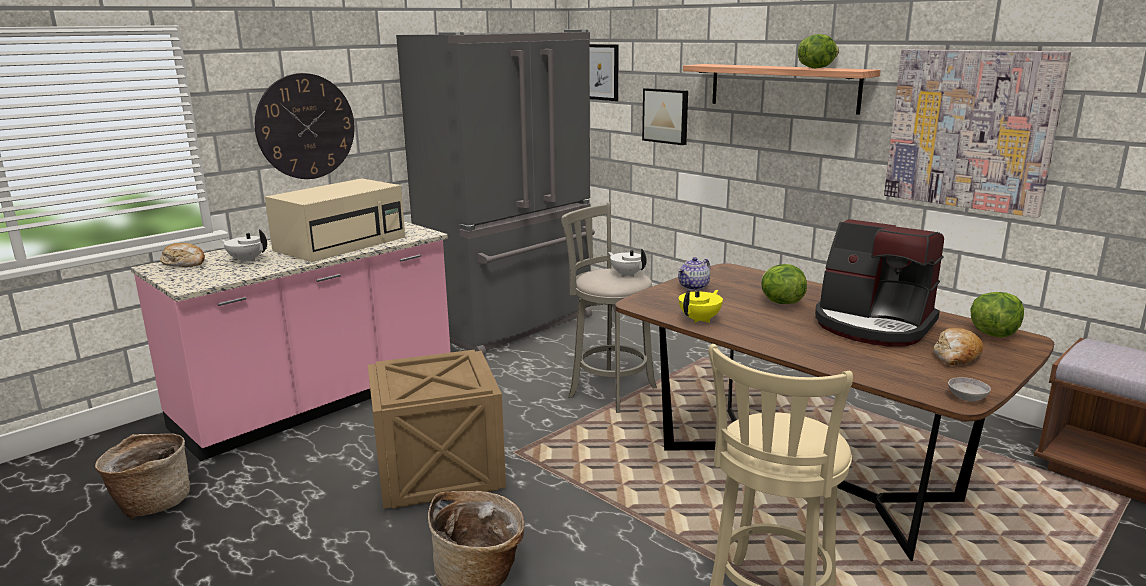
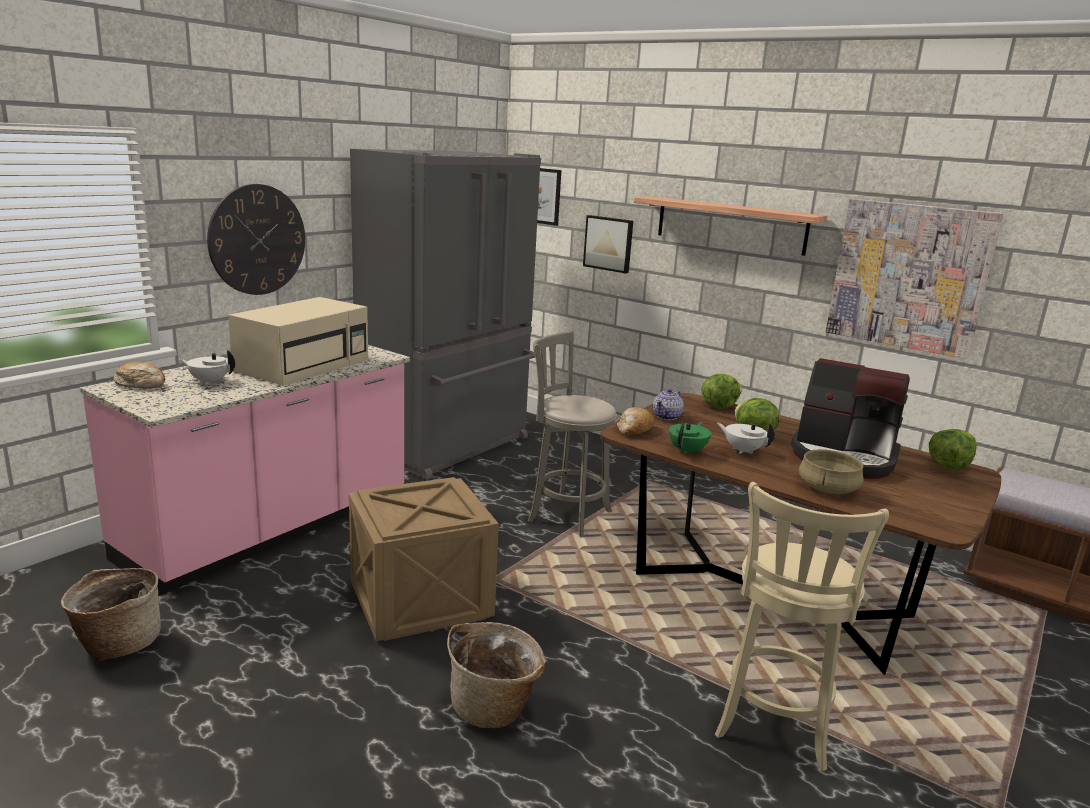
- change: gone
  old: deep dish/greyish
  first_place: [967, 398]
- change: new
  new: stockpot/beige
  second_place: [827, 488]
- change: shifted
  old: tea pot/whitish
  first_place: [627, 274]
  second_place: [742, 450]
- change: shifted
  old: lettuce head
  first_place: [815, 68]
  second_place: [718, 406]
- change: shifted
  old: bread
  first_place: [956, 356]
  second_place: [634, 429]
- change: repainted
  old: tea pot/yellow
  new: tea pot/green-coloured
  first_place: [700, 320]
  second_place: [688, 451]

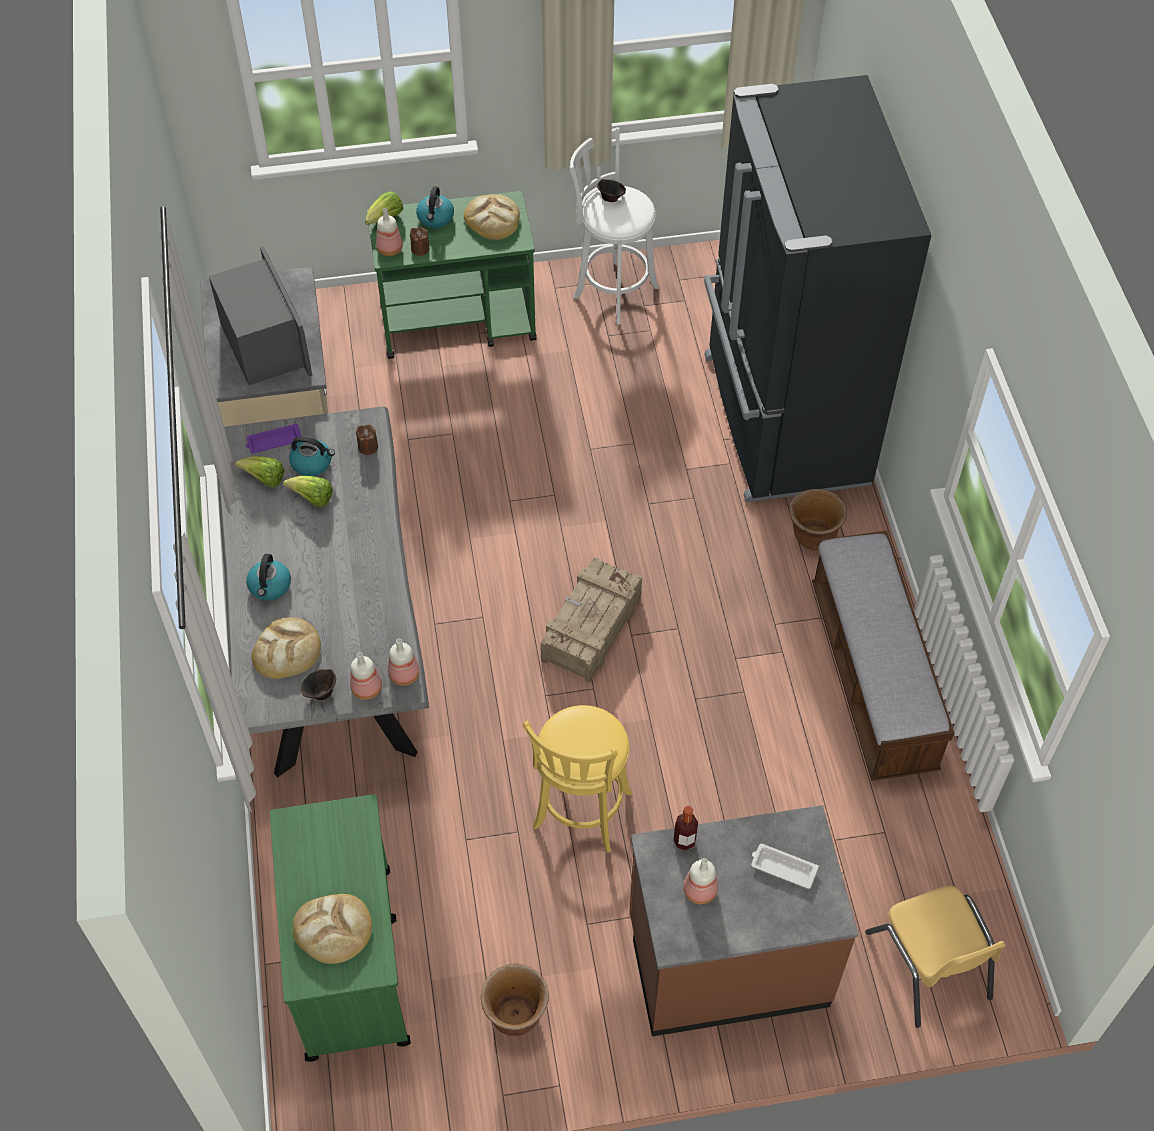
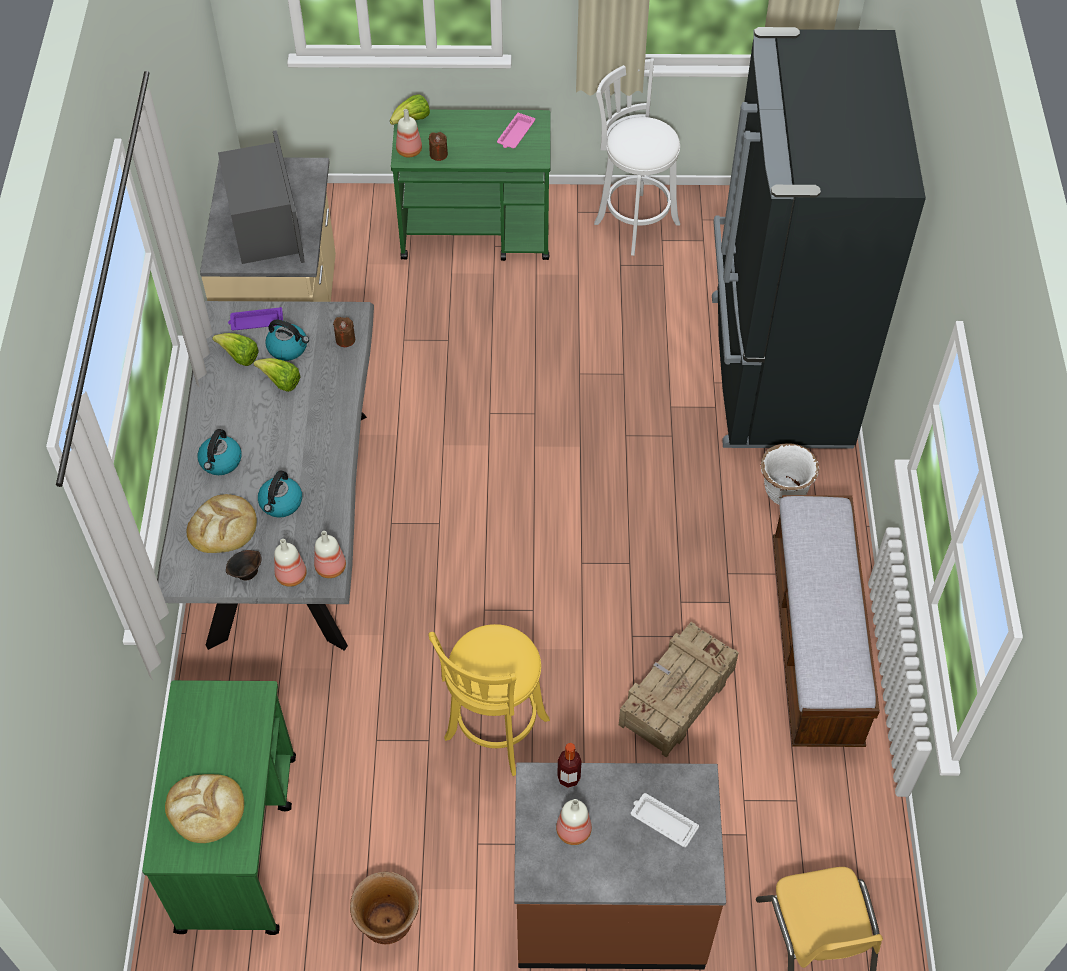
- change: gone
  old: deep dish/brown-coloured
  first_place: [610, 197]
- change: shifted
  old: tea kettle
  first_place: [435, 218]
  second_place: [281, 503]
- change: shifted
  old: crate
  first_place: [590, 628]
  second_place: [676, 697]
- change: swapped
  old: bread
  new: serving tray/pinkish
  first_place: [492, 219]
  second_place: [515, 134]
- change: repainted
  old: plant pot/brown-coloured
  new: plant pot/whitish
  first_place: [813, 538]
  second_place: [784, 493]

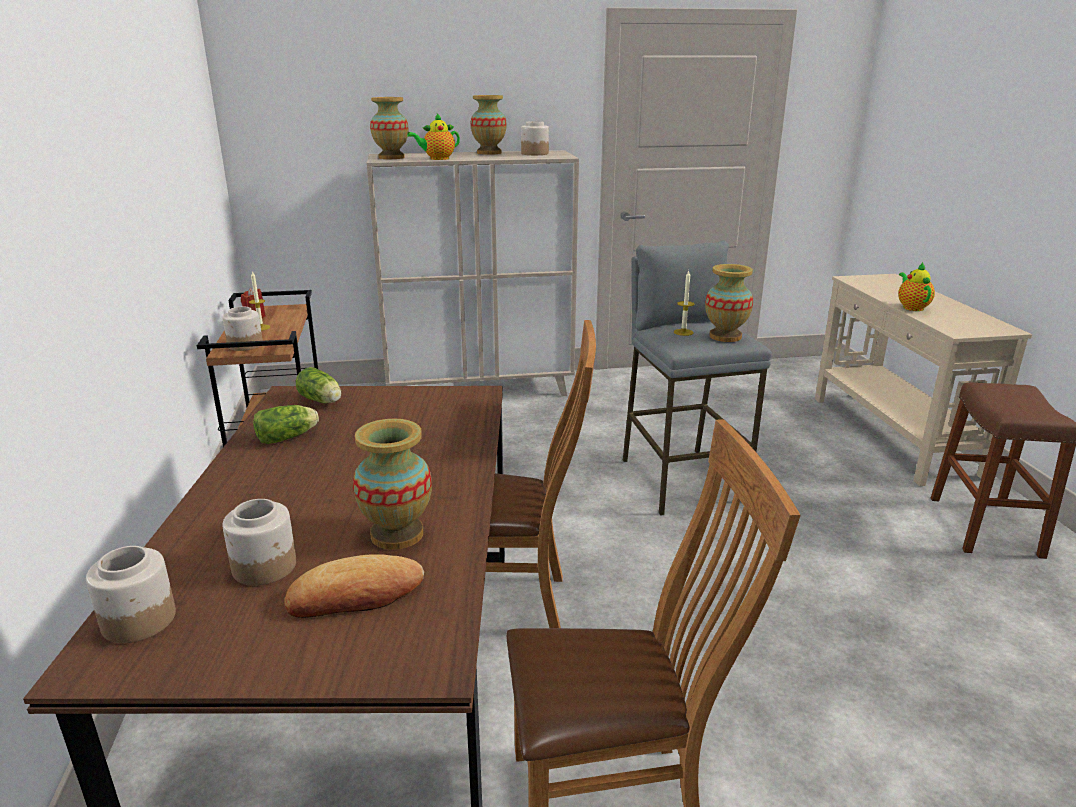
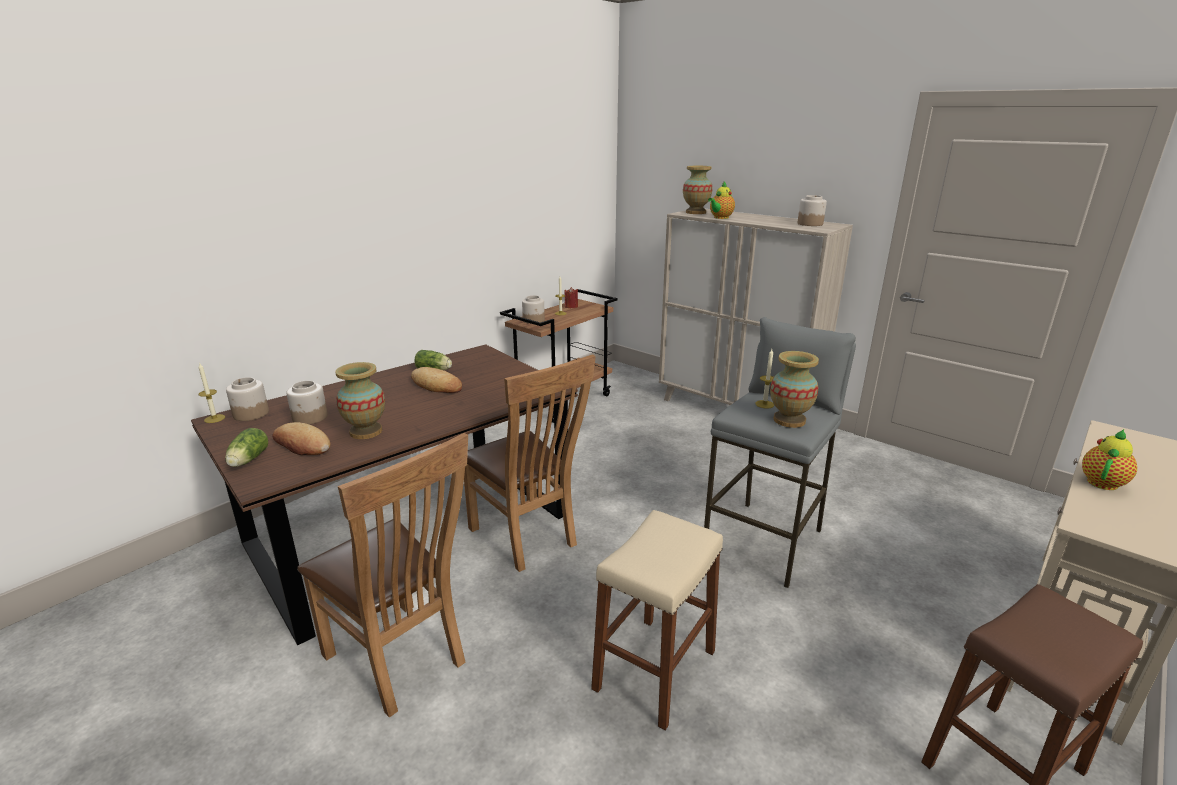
- change: gone
  old: decorative vase
  first_place: [489, 153]
- change: new
  new: wax candle
  second_place: [214, 418]
- change: new
  new: bread
  second_place: [436, 385]
- change: new
  new: stool seat/beige
  second_place: [655, 670]
- change: shifted
  old: lettuce head
  first_place: [322, 401]
  second_place: [247, 460]
- change: rotated
  old: tea pot
  first_place: [437, 159]
  second_place: [720, 218]
  degrees: -75

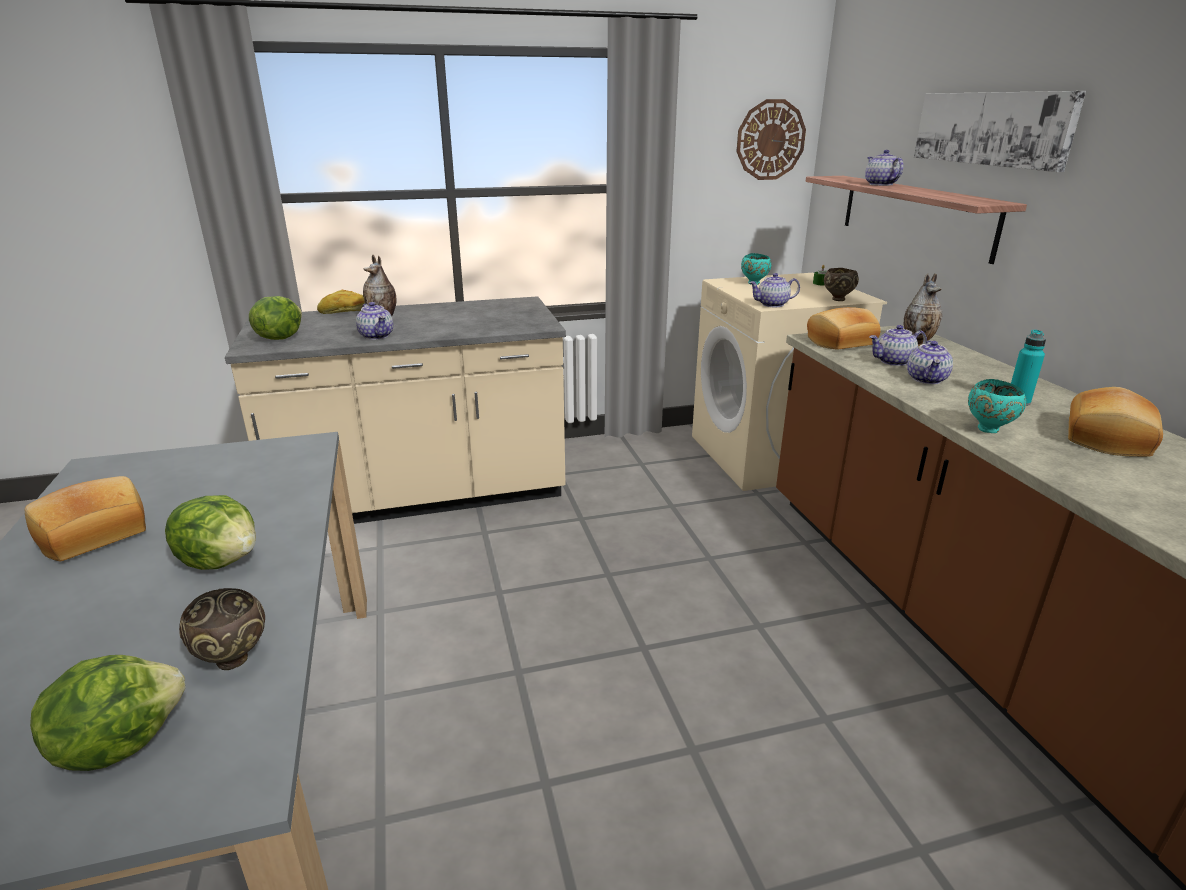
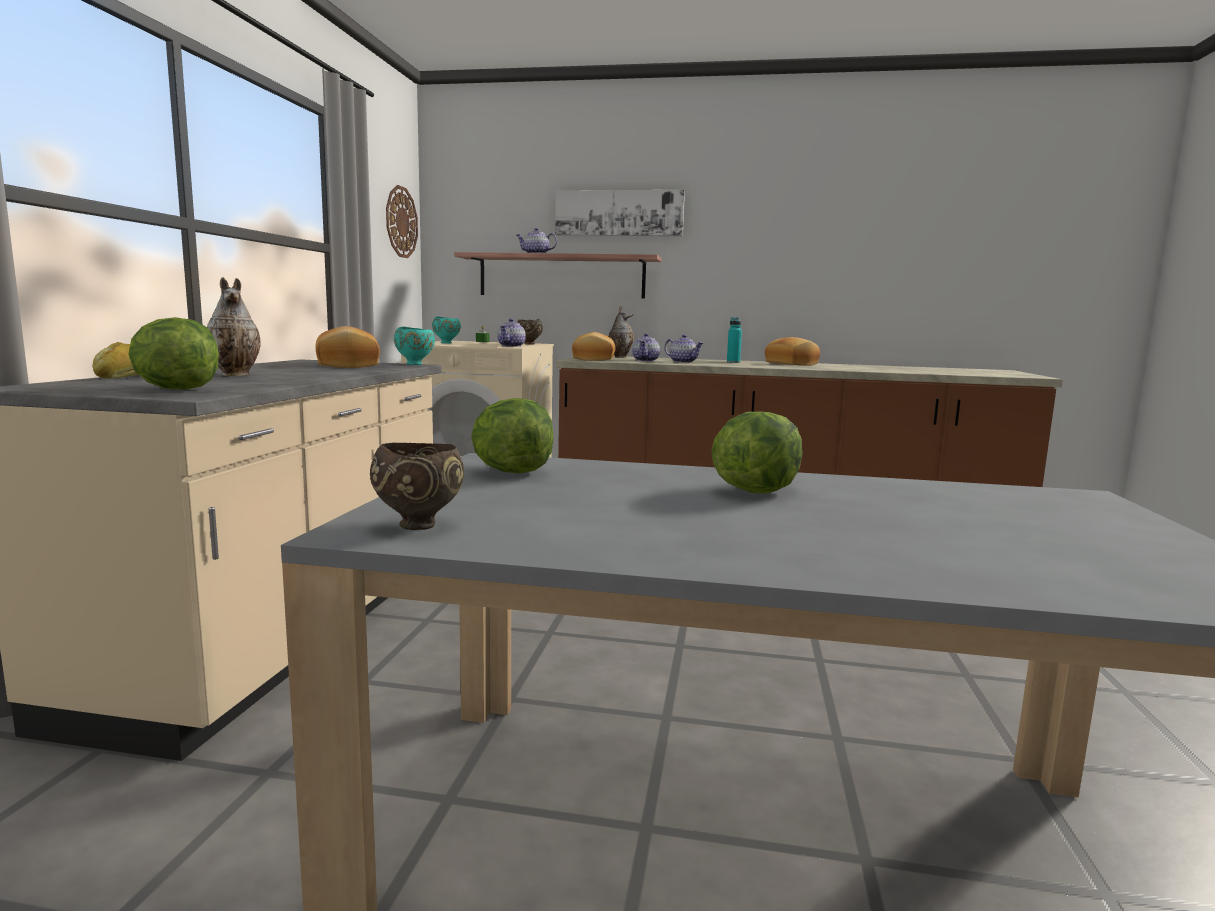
- change: gone
  old: tea pot
  first_place: [377, 336]
- change: shifted
  old: bread
  first_place: [93, 533]
  second_place: [345, 365]
- change: shifted
  old: lettuce head
  first_place: [120, 742]
  second_place: [512, 471]
- change: shifted
  old: deep dish/brown-coloured
  first_place: [234, 660]
  second_place: [420, 525]
- change: shifted
  old: deep dish/turquoise
  first_place: [989, 430]
  second_place: [415, 364]

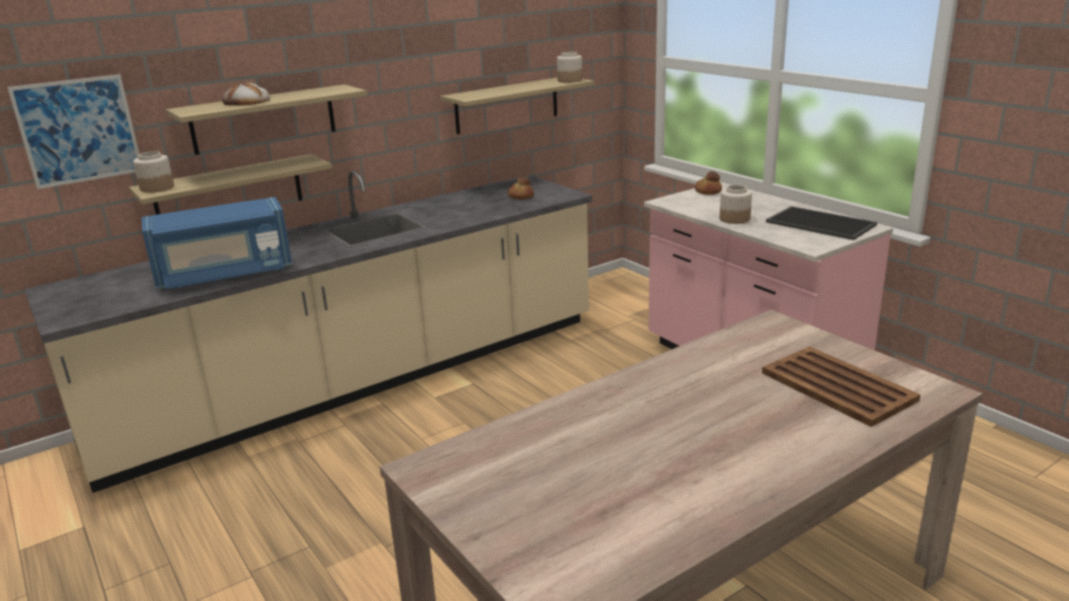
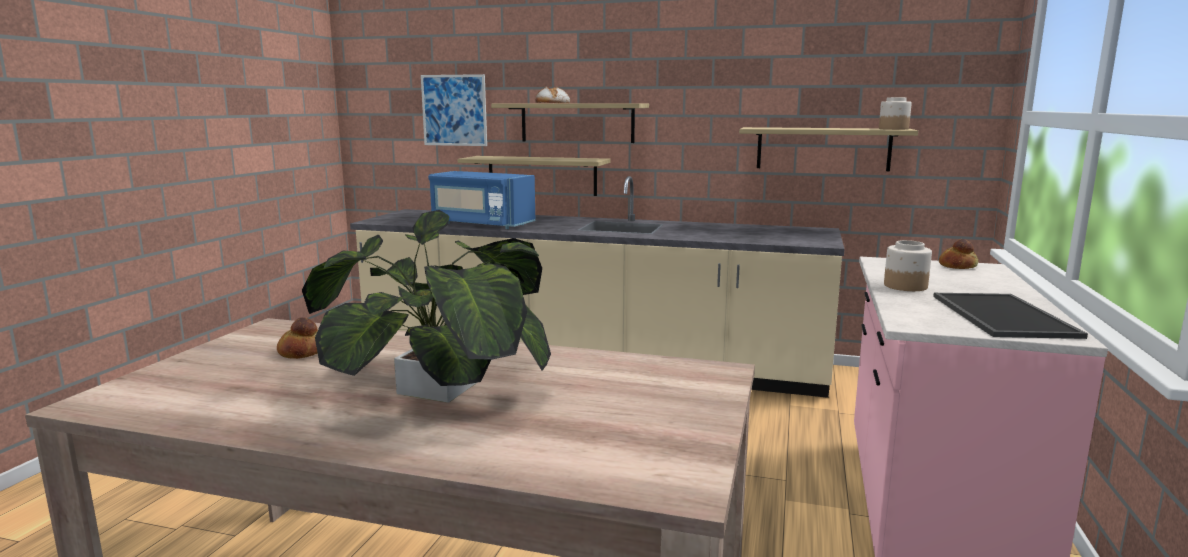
- change: gone
  old: preserve jar
  first_place: [156, 188]
- change: gone
  old: serving tray/brown-coloured
  first_place: [838, 387]
- change: new
  new: houseplant
  second_place: [438, 387]
- change: shifted
  old: bread
  first_place: [520, 196]
  second_place: [302, 352]

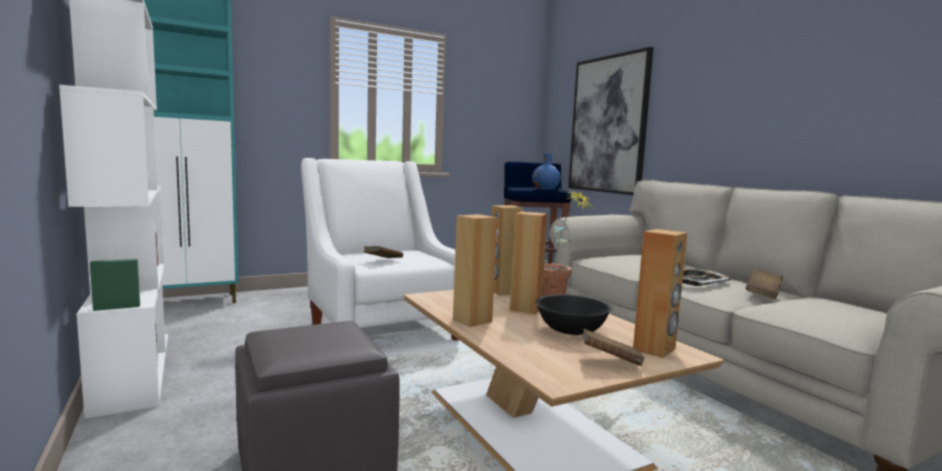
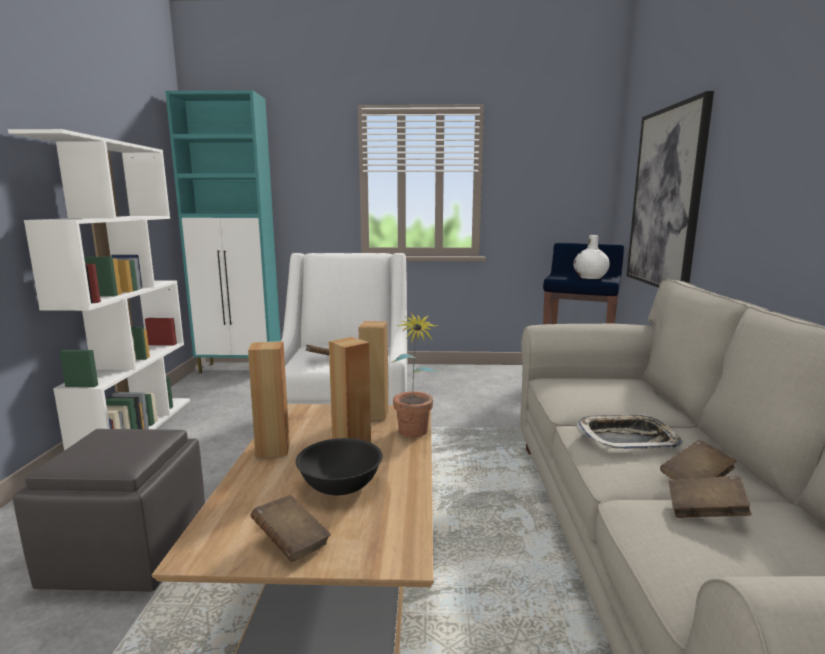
- change: gone
  old: speaker/brown-coloured
  first_place: [655, 349]
- change: new
  new: book/brown-coloured
  second_place: [705, 512]
- change: repainted
  old: decorative vase/blue
  new: decorative vase/whitish
  first_place: [545, 189]
  second_place: [590, 277]

